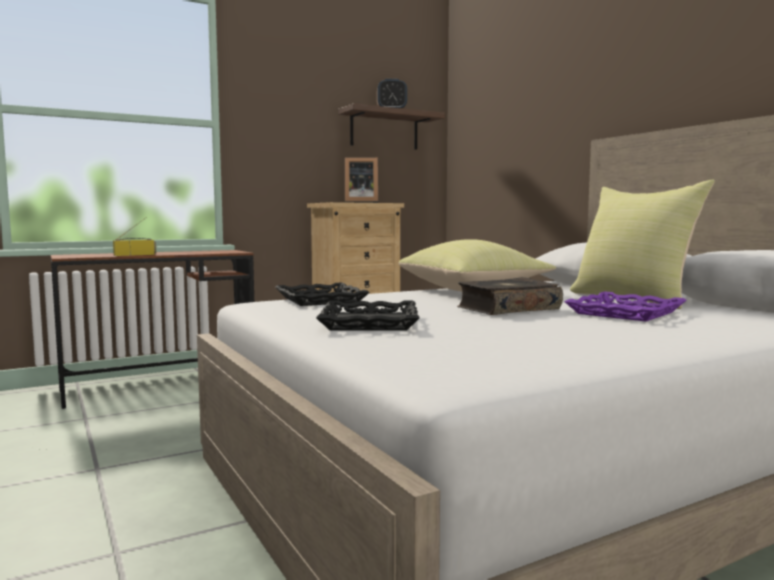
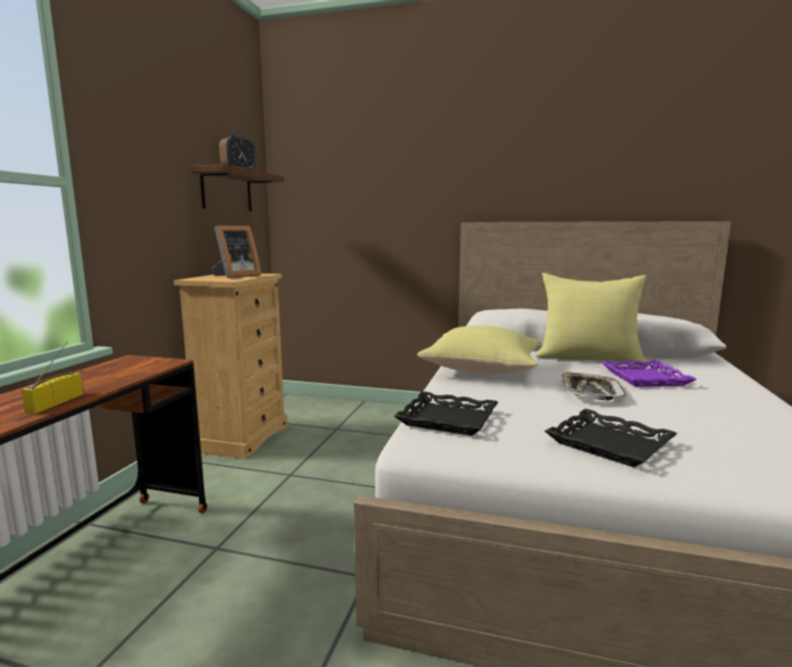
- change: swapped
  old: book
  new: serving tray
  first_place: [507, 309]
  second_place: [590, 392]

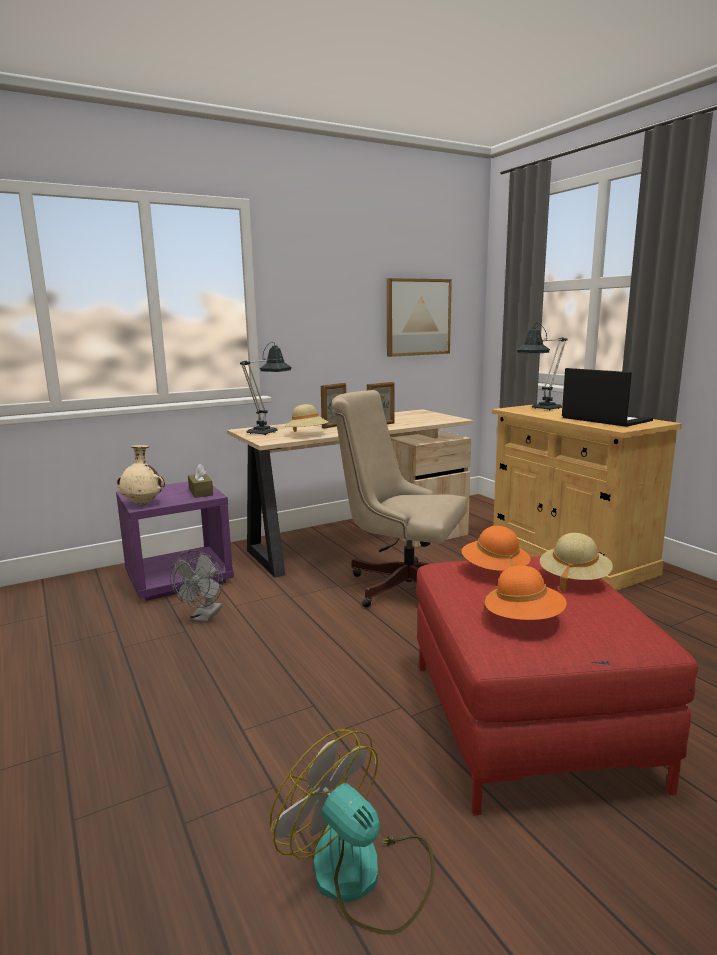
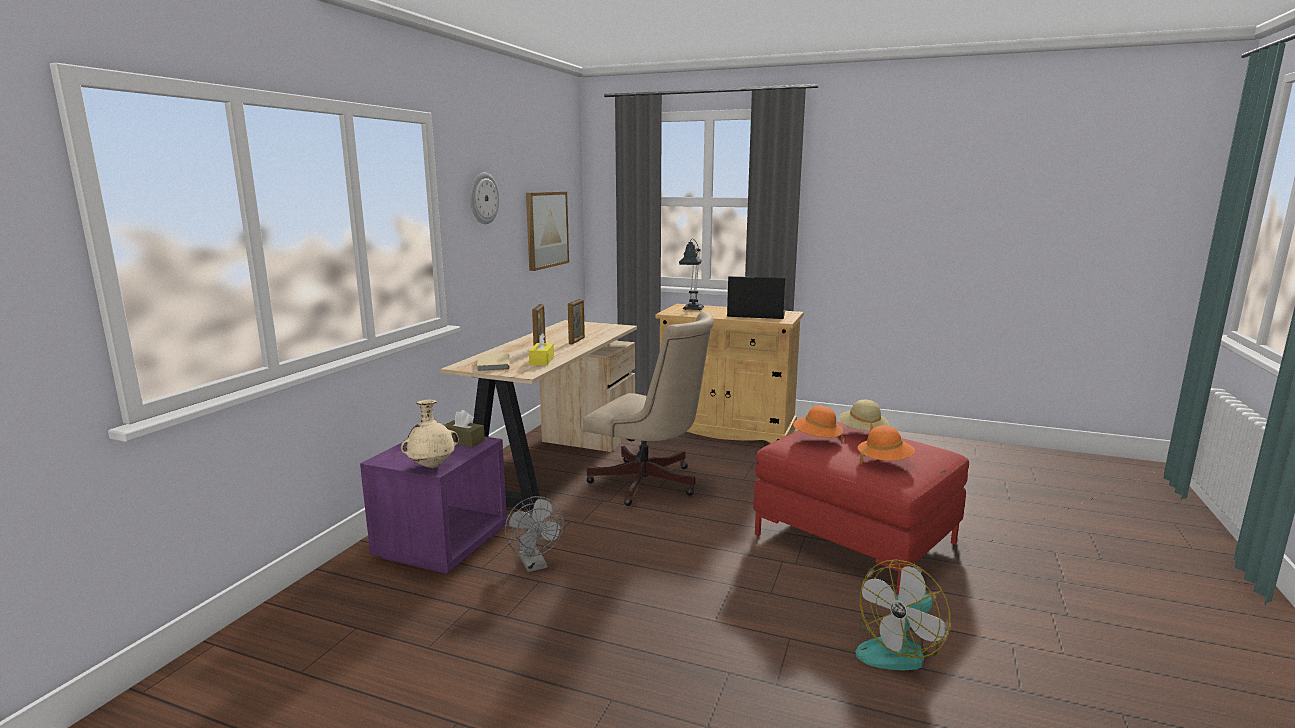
- change: new
  new: hanging clock
  second_place: [483, 198]
- change: swapped
  old: tabletop lamp
  new: book/beige
  first_place: [266, 431]
  second_place: [492, 364]
- change: swapped
  old: wearable hat/beige
  new: box of tissues/yellow
  first_place: [307, 434]
  second_place: [542, 361]
- change: rotated
  old: cooling fan
  first_place: [361, 874]
  second_place: [899, 649]
  degrees: -45
- change: rotated
  old: computer chair/beige
  first_place: [400, 585]
  second_place: [650, 484]
  degrees: -135

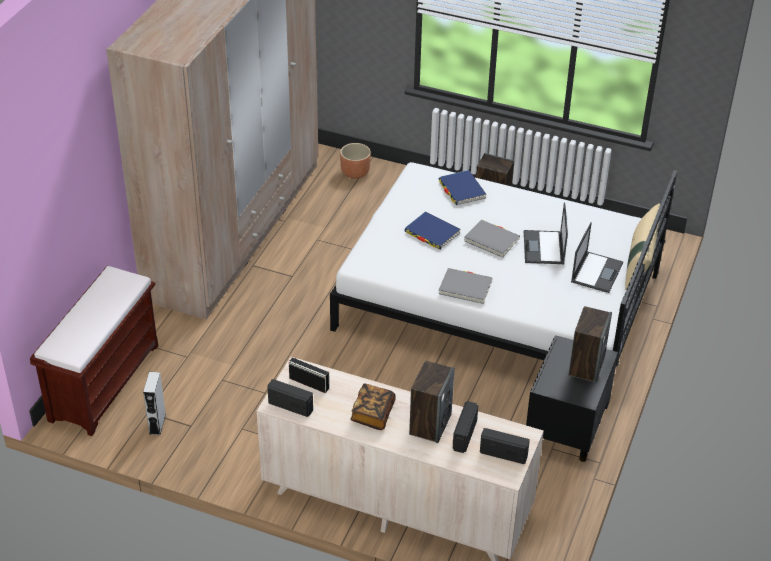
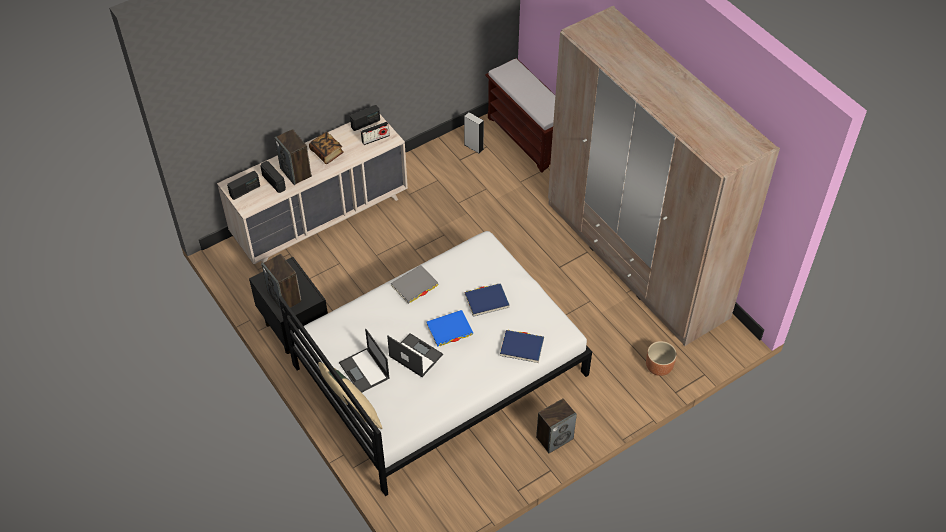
- change: repainted
  old: book/greyish
  new: book/blue
  first_place: [491, 240]
  second_place: [449, 330]

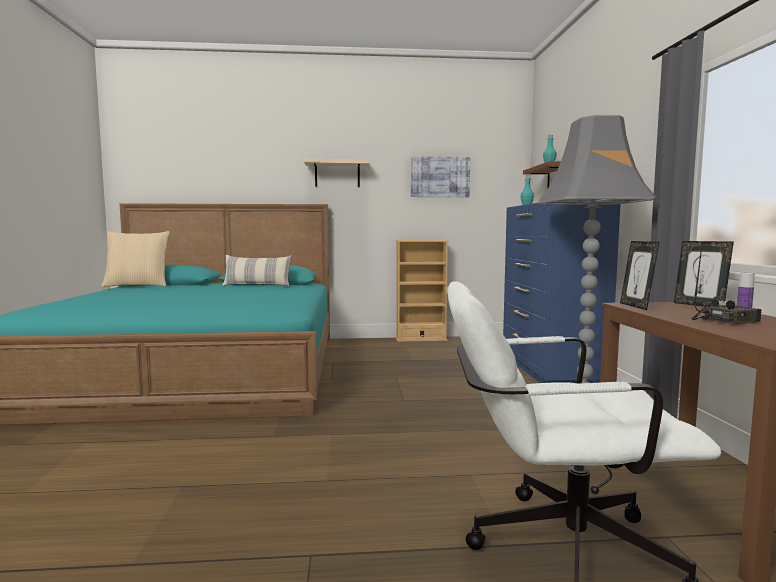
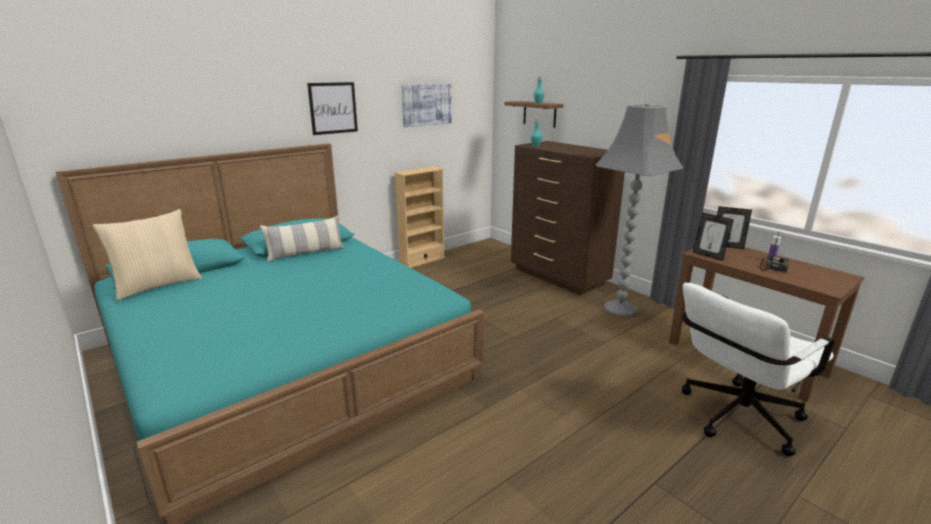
- change: swapped
  old: wall shelf/beige
  new: wall picture
  first_place: [337, 174]
  second_place: [333, 108]
- change: repainted
  old: chest of drawers/blue
  new: chest of drawers/brown-coloured
  first_place: [549, 371]
  second_place: [558, 276]

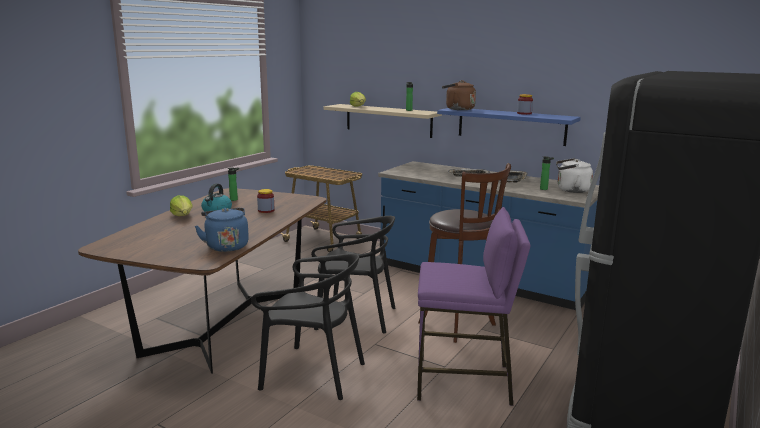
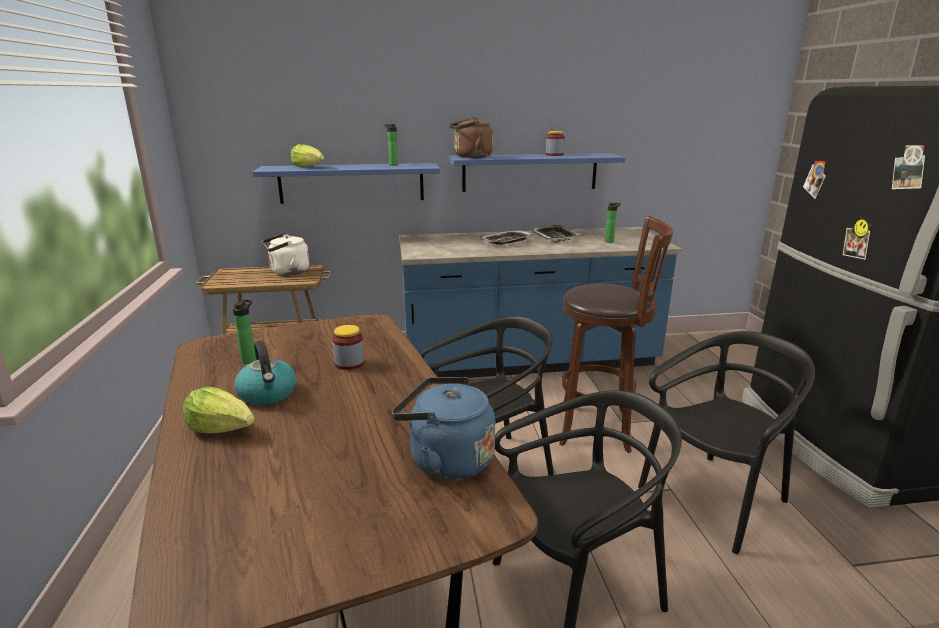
- change: shifted
  old: tea kettle/whitish
  first_place: [571, 190]
  second_place: [287, 272]
- change: swapped
  old: stool seat/purple
  new: chair/black-coloured
  first_place: [464, 382]
  second_place: [714, 498]
- change: repainted
  old: wall shelf/beige
  new: wall shelf/blue
  first_place: [388, 120]
  second_place: [352, 183]

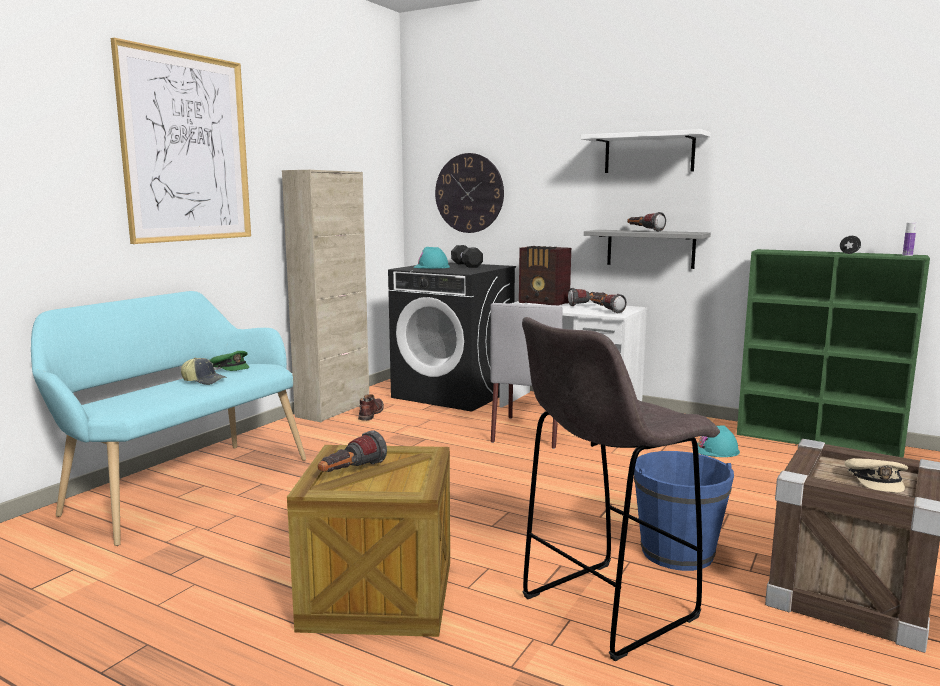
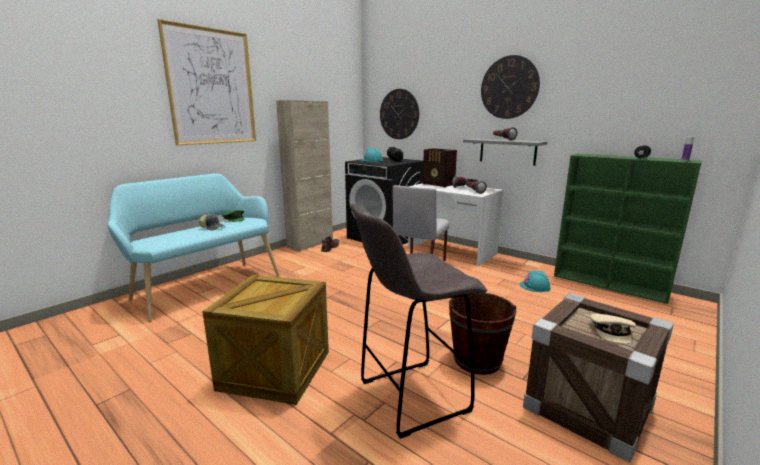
- change: gone
  old: flashlight
  first_place: [350, 472]
- change: swapped
  old: wall shelf/whitish
  new: hanging clock
  first_place: [649, 153]
  second_place: [509, 87]
- change: repainted
  old: bucket/blue
  new: bucket/brown-coloured
  first_place: [677, 553]
  second_place: [477, 360]

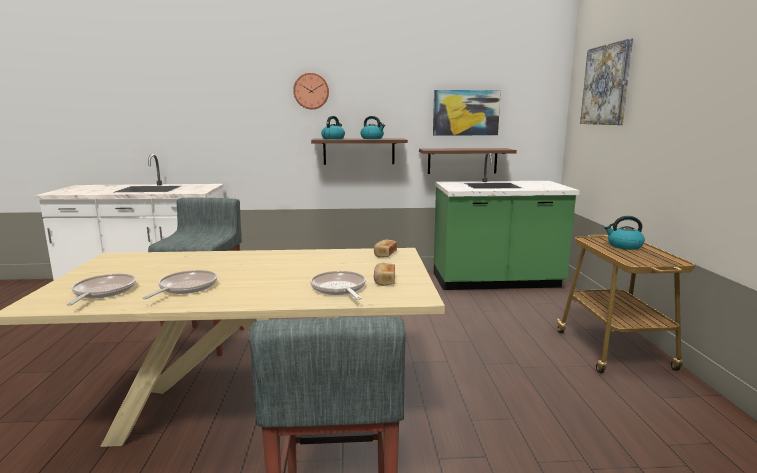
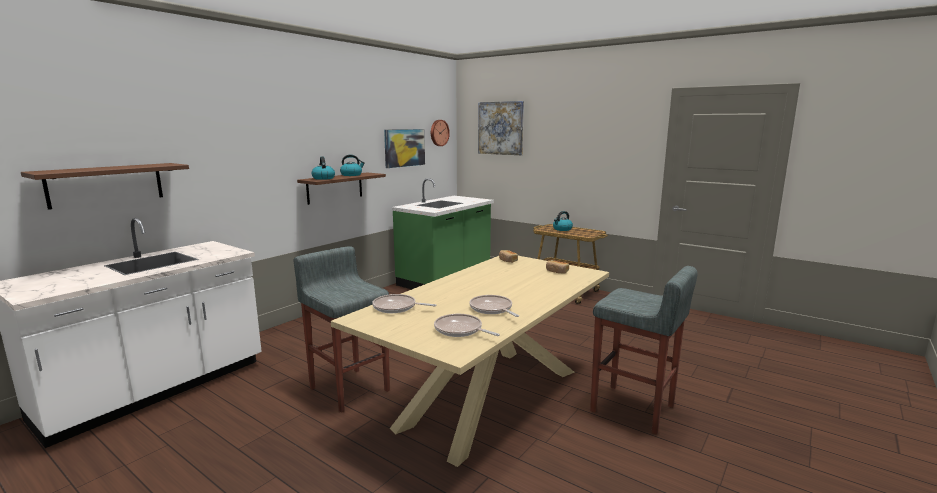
- change: shifted
  old: hanging clock
  first_place: [311, 91]
  second_place: [438, 133]
- change: shifted
  old: pan
  first_place: [339, 289]
  second_place: [397, 307]
- change: shifted
  old: wall shelf/brown-coloured
  first_place: [462, 161]
  second_place: [106, 185]

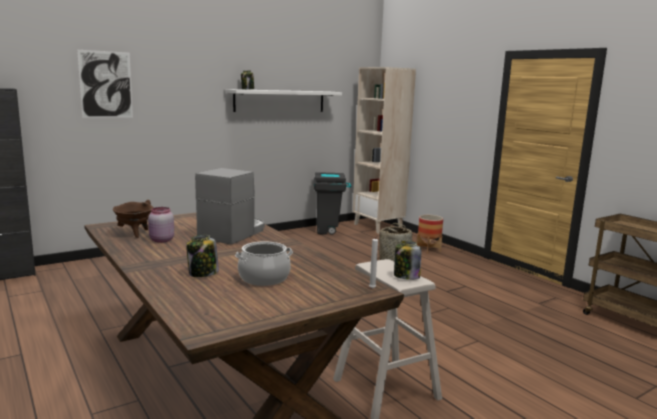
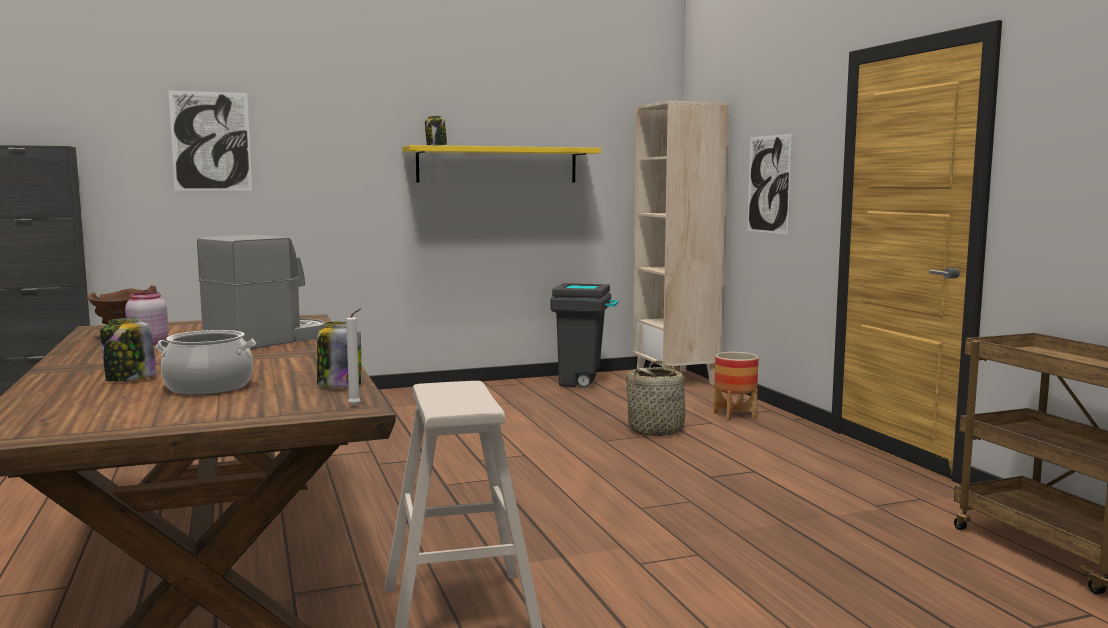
- change: new
  new: wall picture
  second_place: [768, 184]
- change: shifted
  old: preserve jar
  first_place: [406, 276]
  second_place: [339, 385]
- change: repainted
  old: wall shelf/whitish
  new: wall shelf/yellow
  first_place: [280, 101]
  second_place: [497, 165]

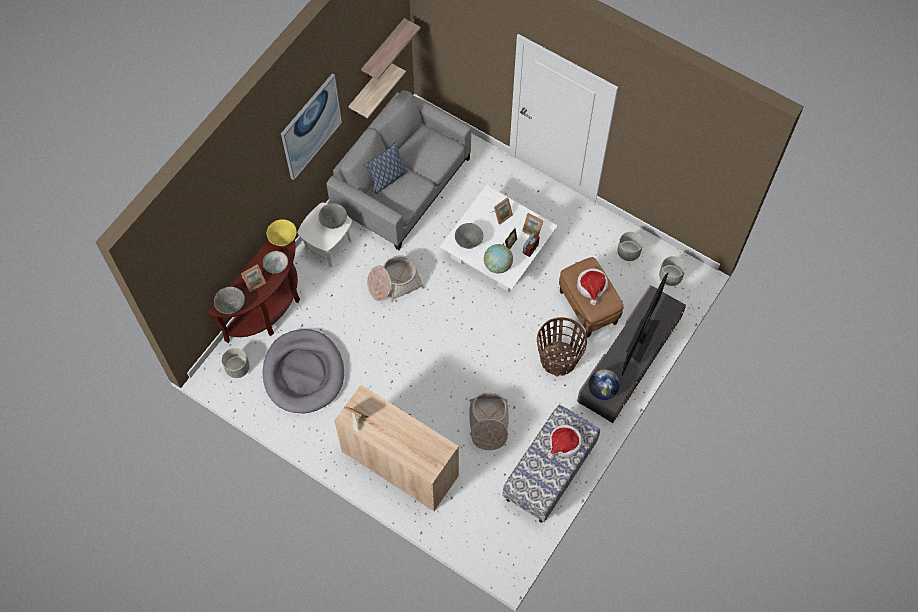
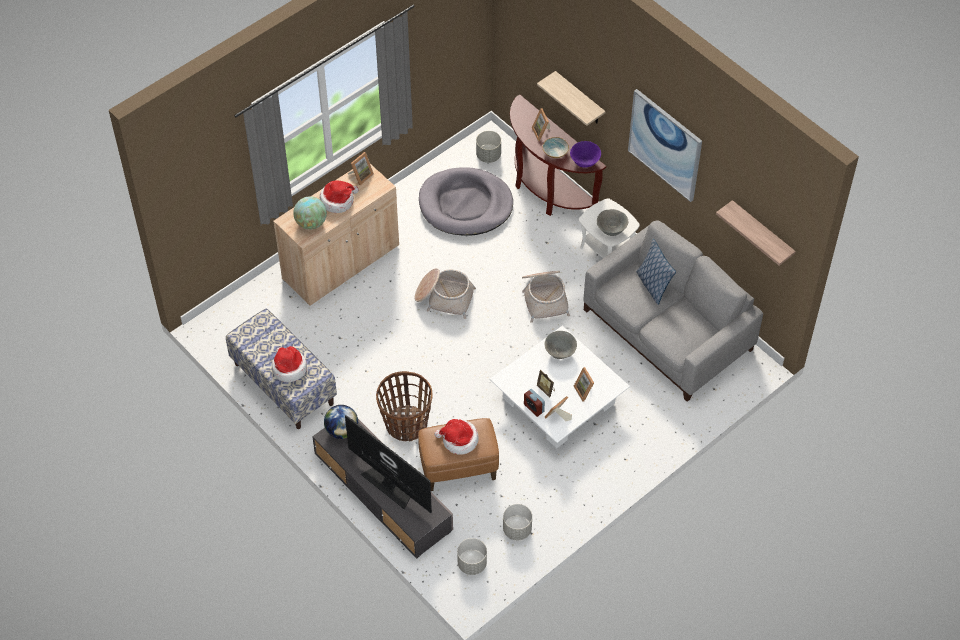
- change: gone
  old: deep dish/greyish
  first_place: [231, 306]
- change: new
  new: wearable hat
  second_place: [338, 200]
- change: shifted
  old: wall shelf
  first_place: [368, 89]
  second_place: [579, 99]
- change: shifted
  old: storage basket
  first_place: [488, 424]
  second_place: [444, 298]
- change: shifted
  old: globe
  first_place: [497, 265]
  second_place: [311, 223]
- change: repainted
  old: deep dish/yellow
  new: deep dish/purple
  first_place: [283, 239]
  second_place: [585, 162]

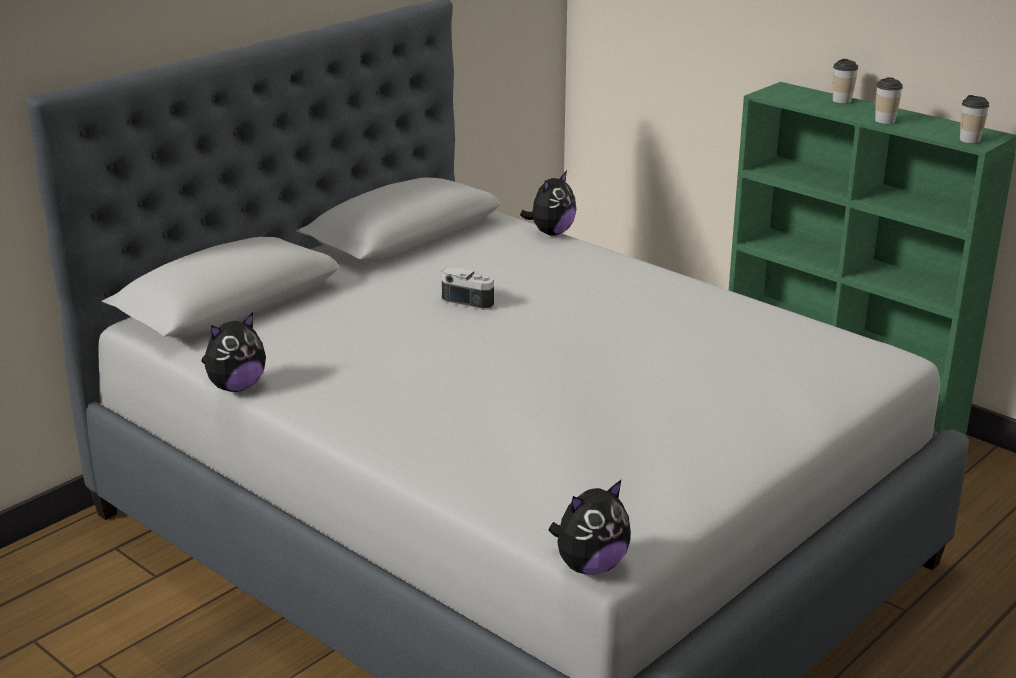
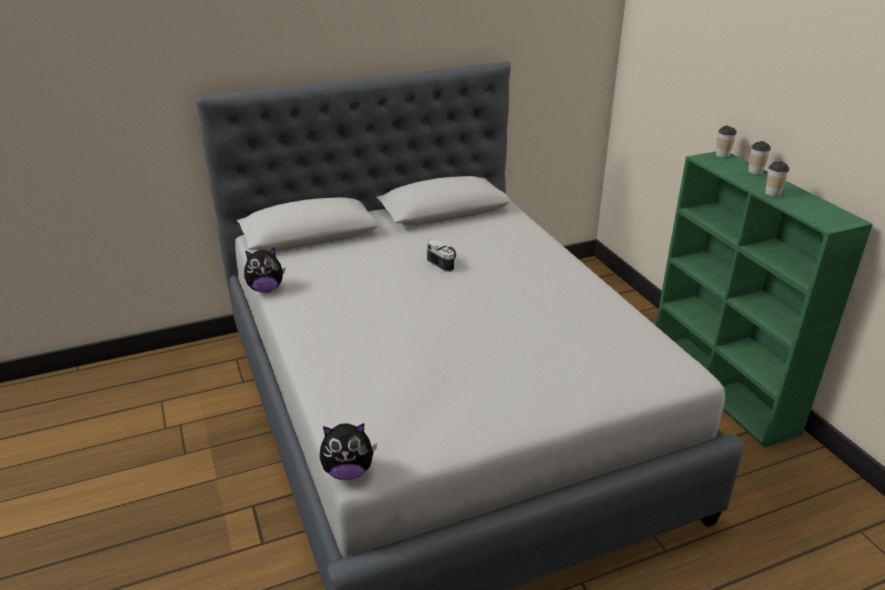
- change: gone
  old: plush toy
  first_place: [551, 232]
- change: shifted
  old: small cup
  first_place: [969, 140]
  second_place: [722, 155]

